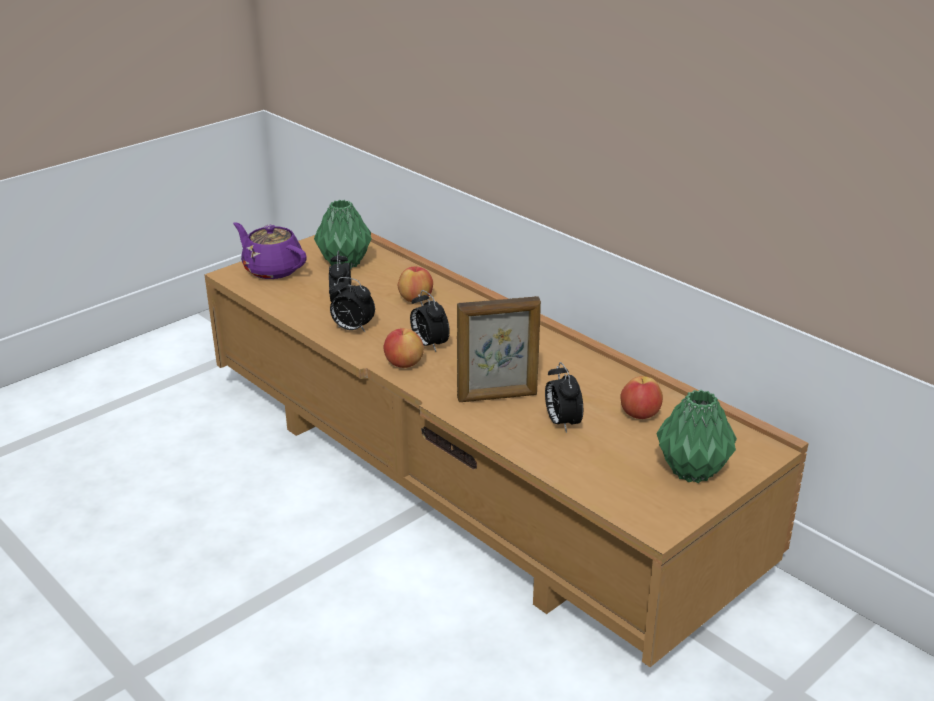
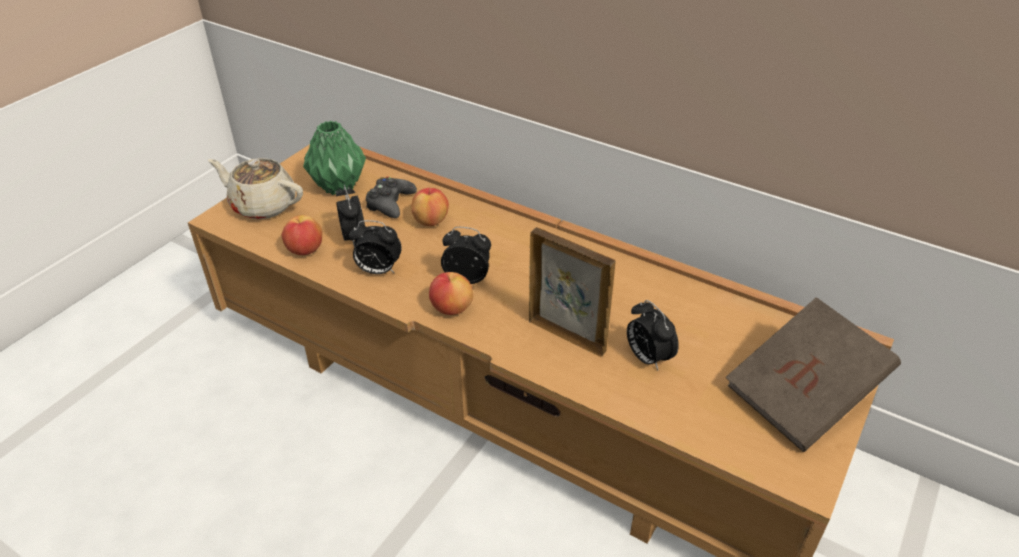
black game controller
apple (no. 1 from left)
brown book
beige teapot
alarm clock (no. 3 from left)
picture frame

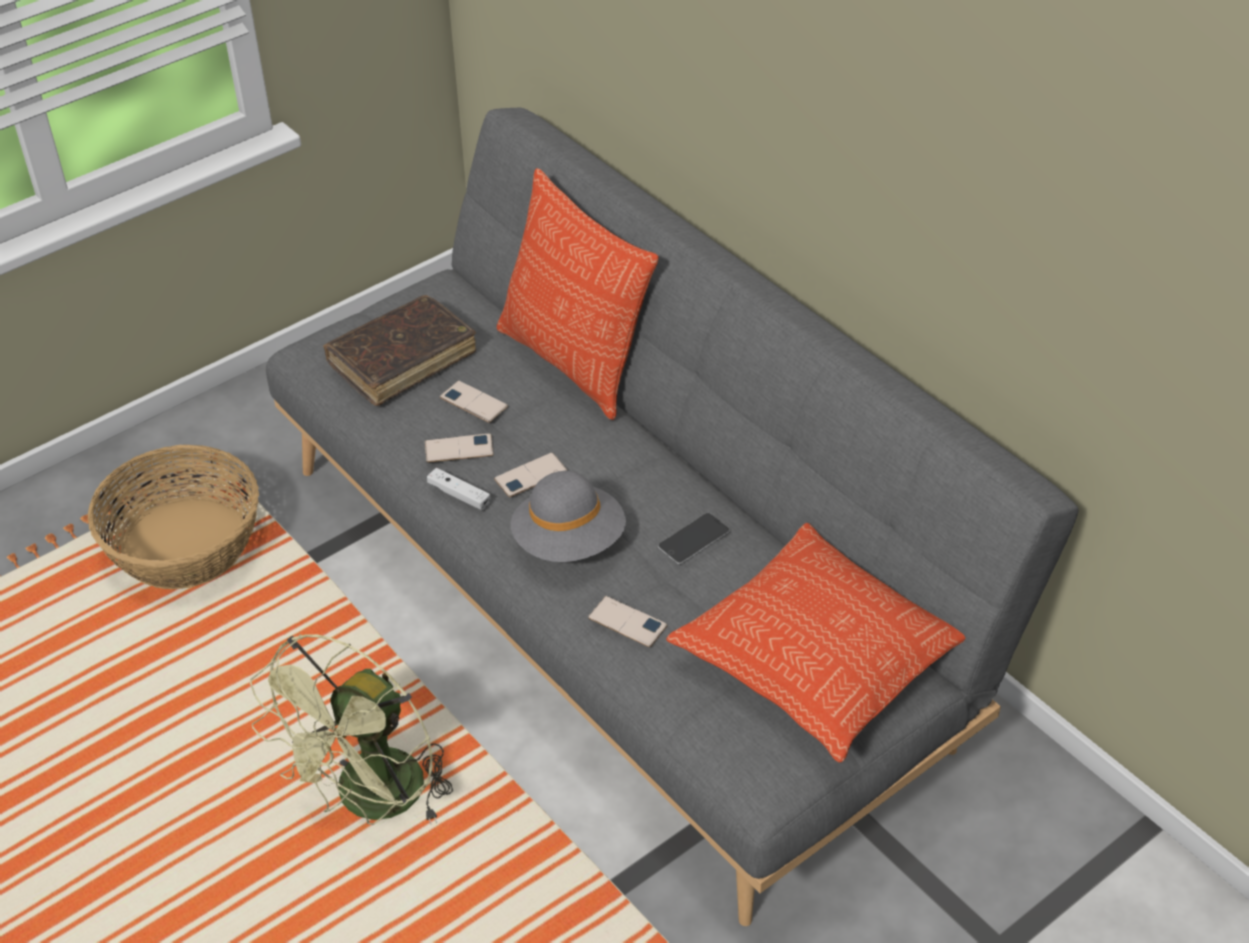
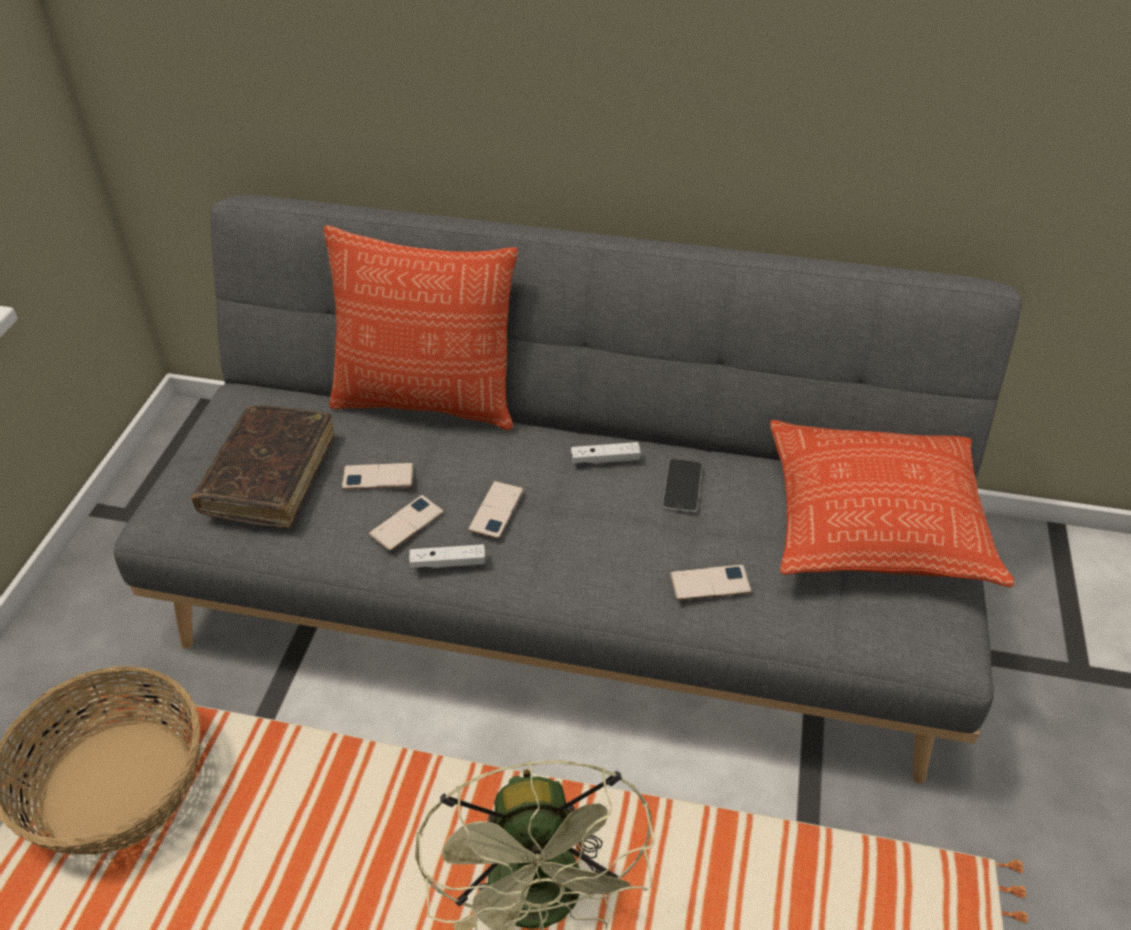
grey hat
white game controller (no. 2 from left)

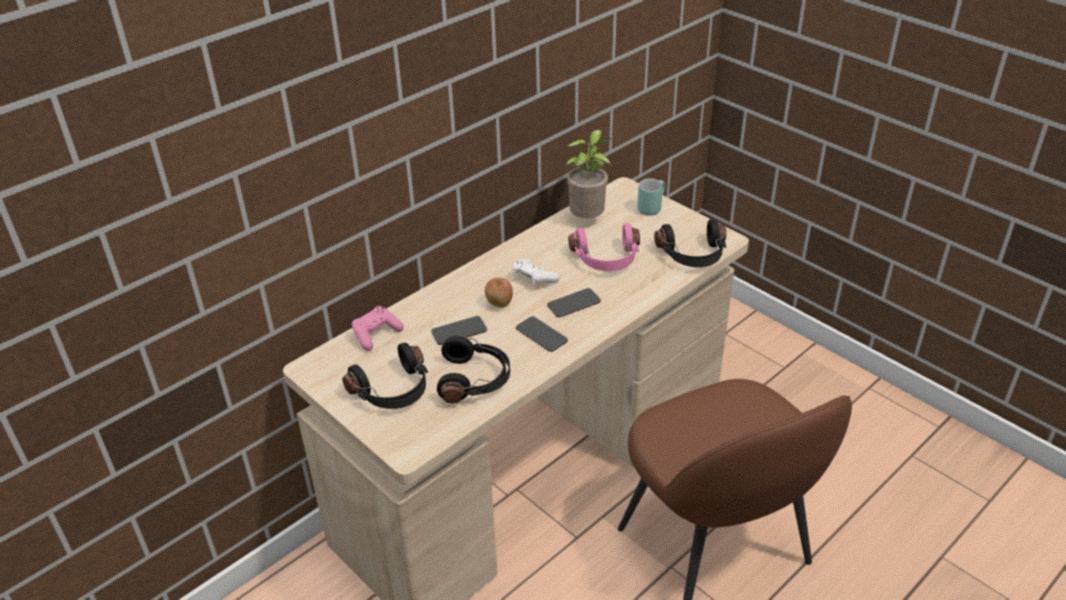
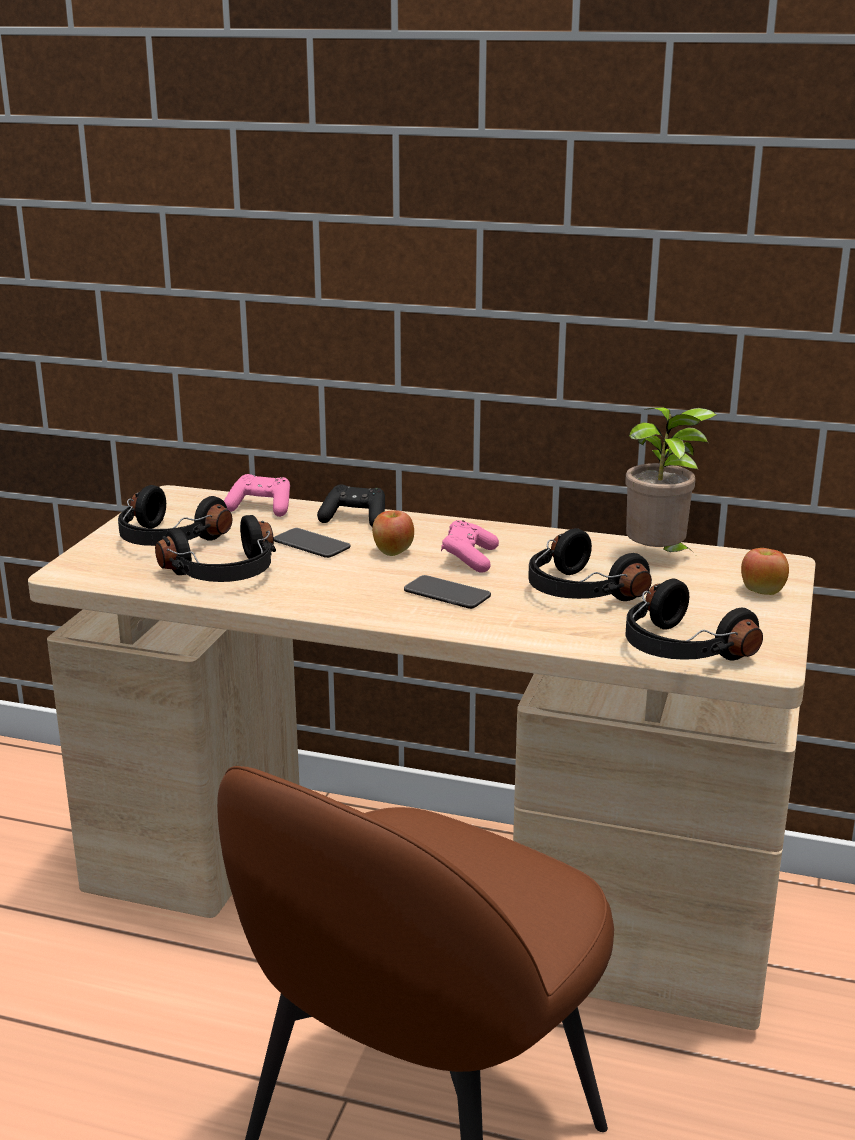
phone (no. 2 from left in the first image)
black game controller
apple (no. 2 from left)
pink game controller (no. 2 from left)
black headphones (no. 3 from left)

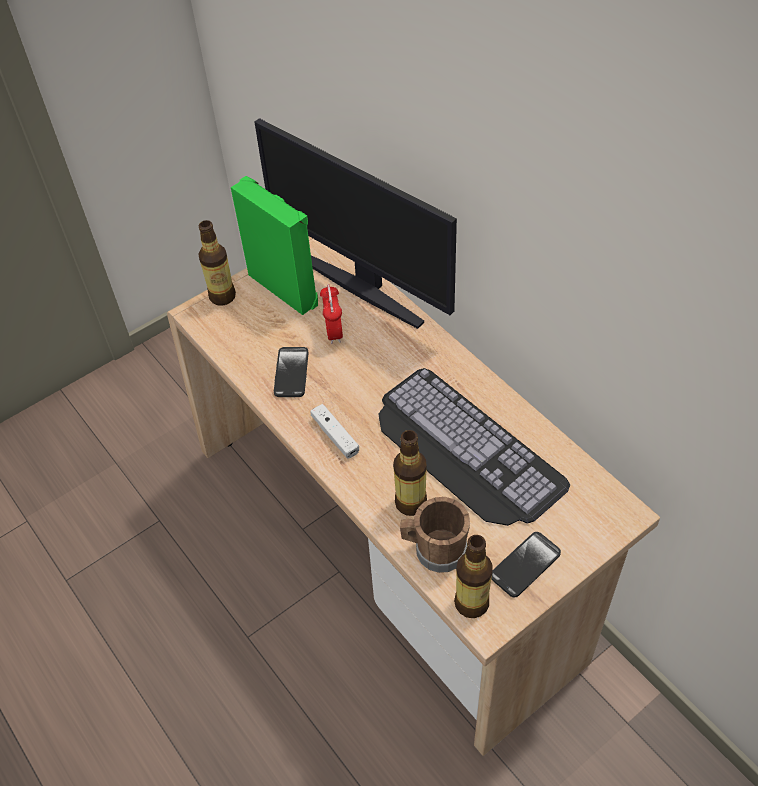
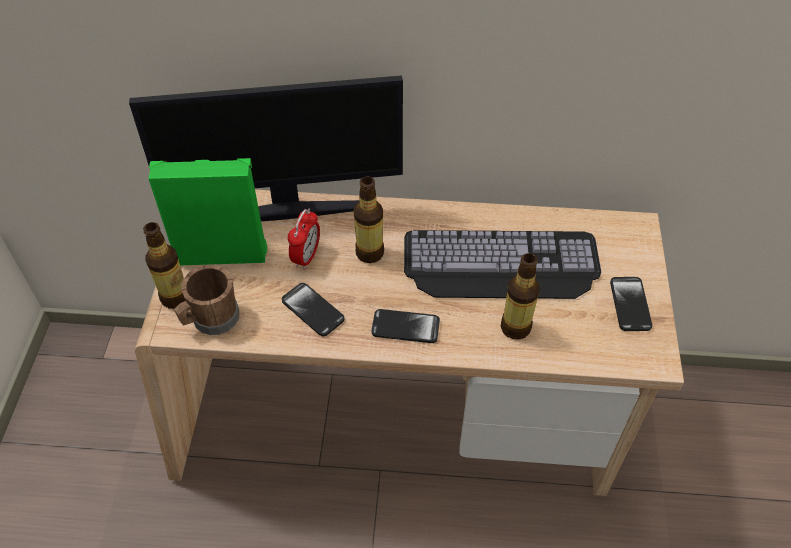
brown mug
bottle (no. 2 from left)
phone (no. 2 from left)
alarm clock

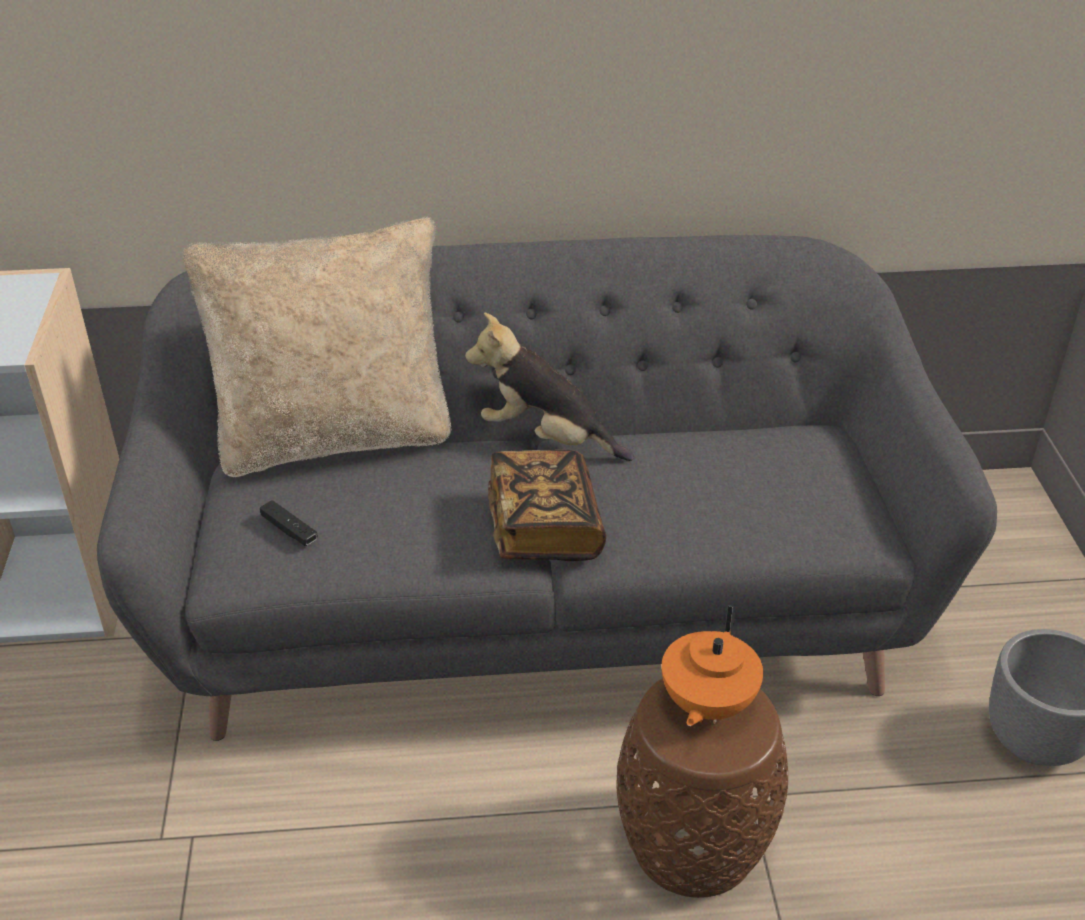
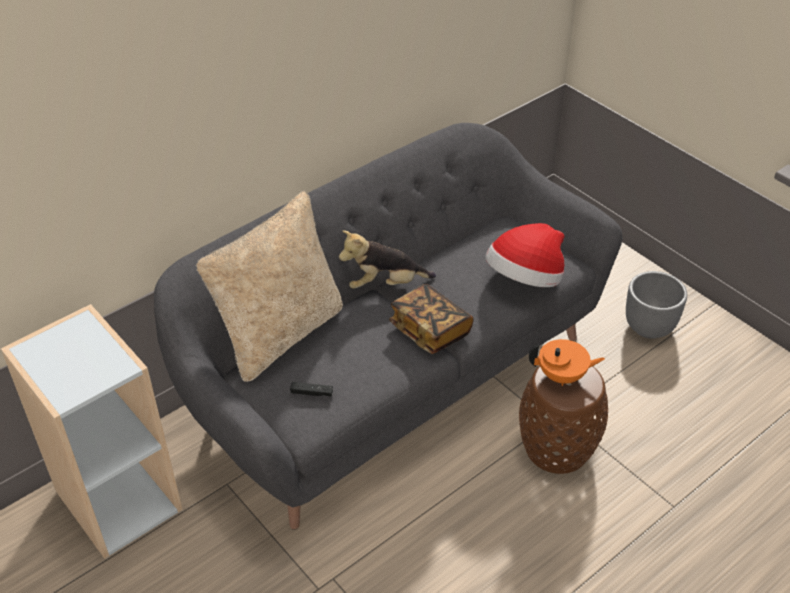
hat
orange teapot

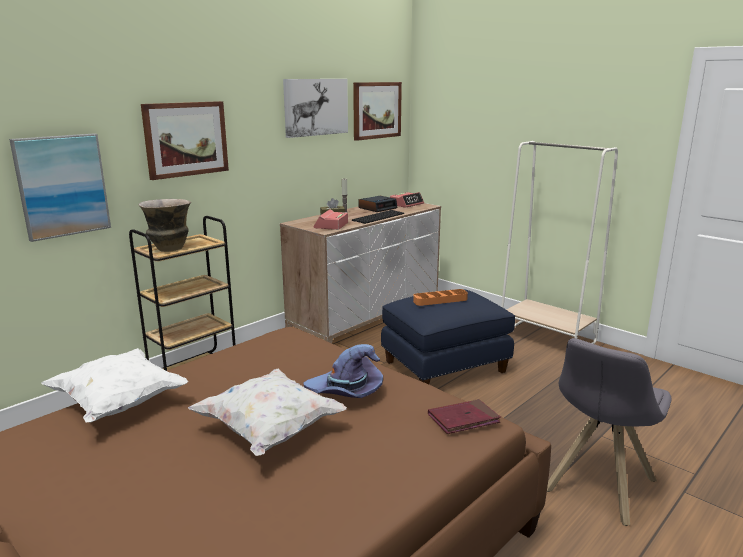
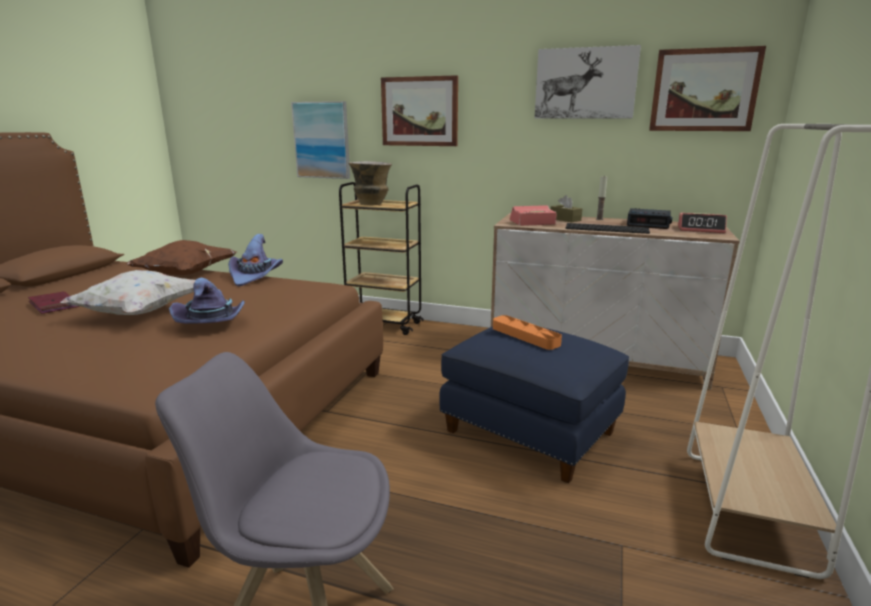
purple hat (no. 2 from left)
red book
brown pillow

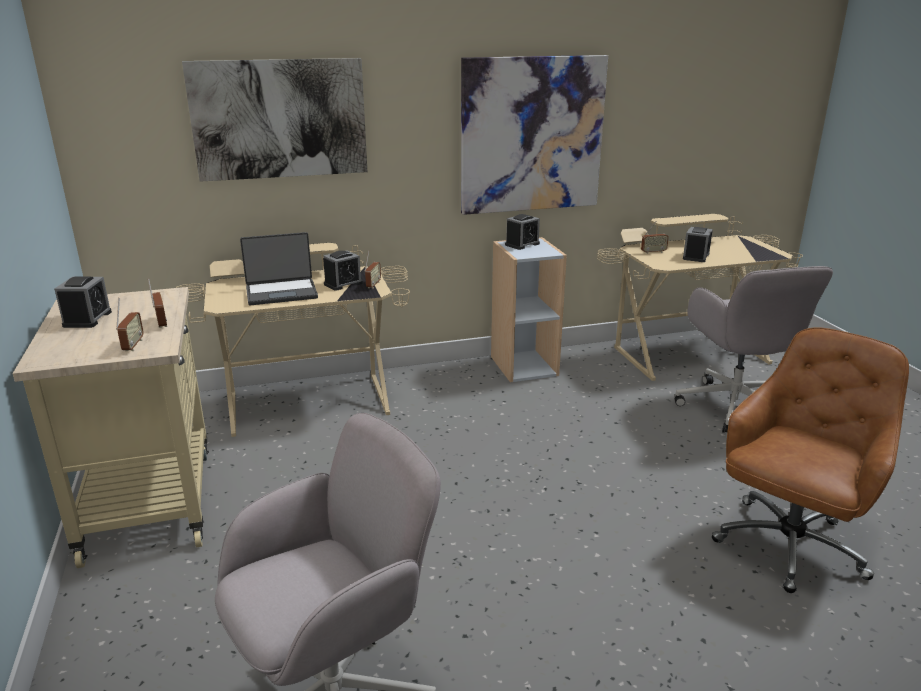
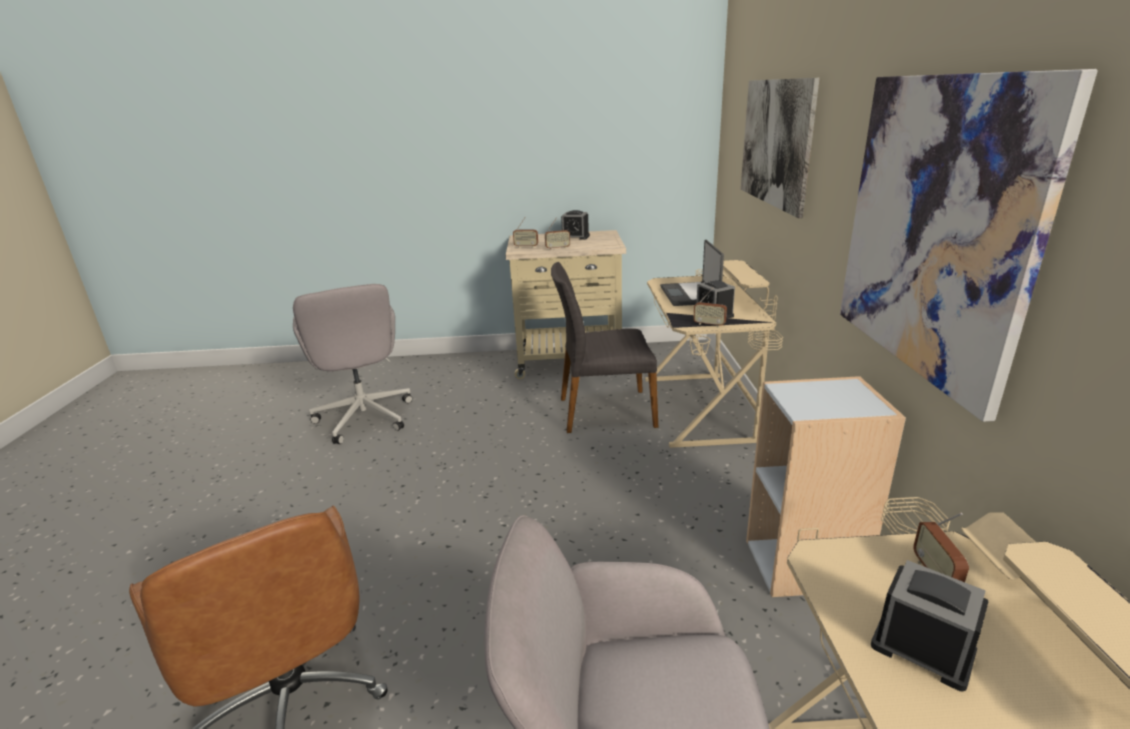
alarm clock (no. 3 from left in the first image)
grey chair

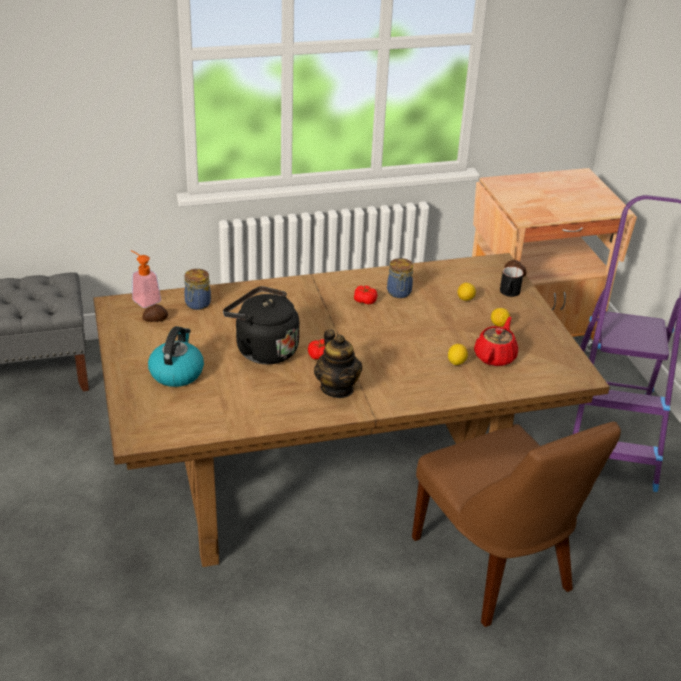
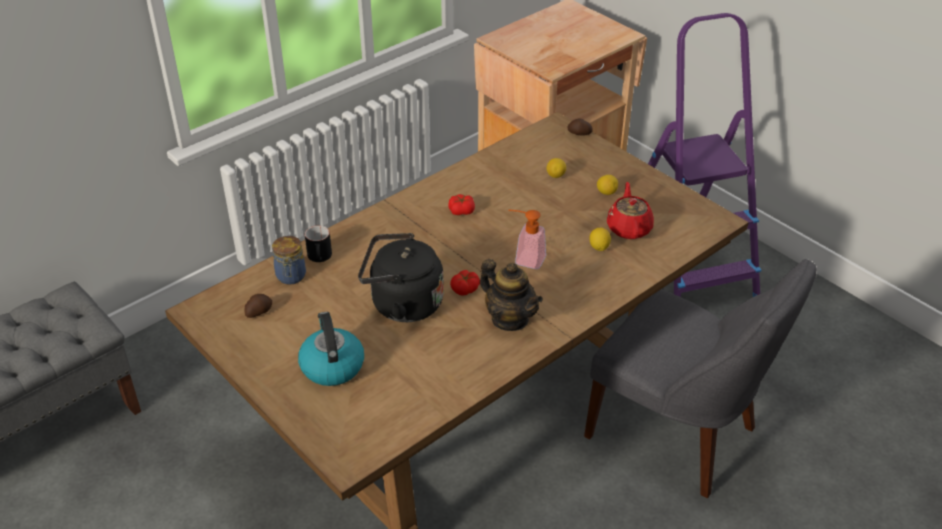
jar (no. 2 from left in the first image)
soap dispenser
black mug
grey chair

